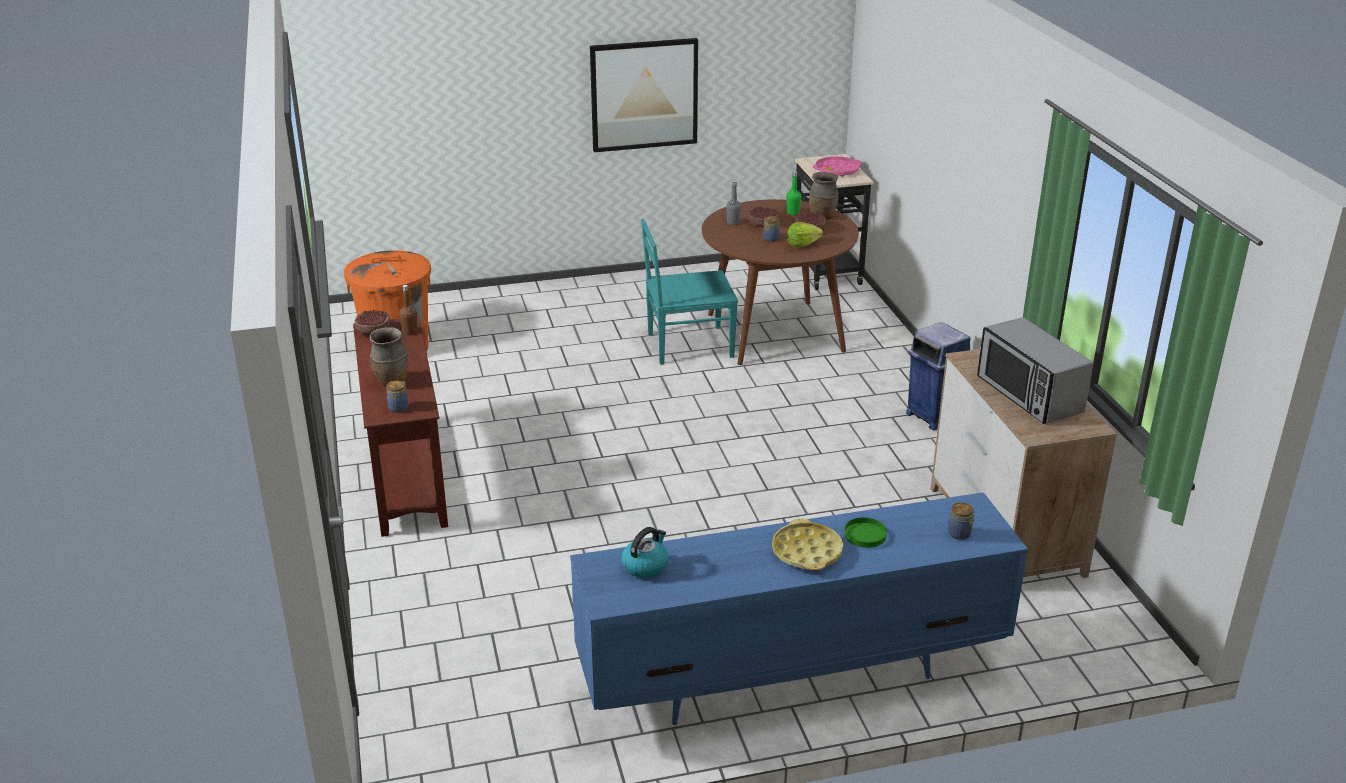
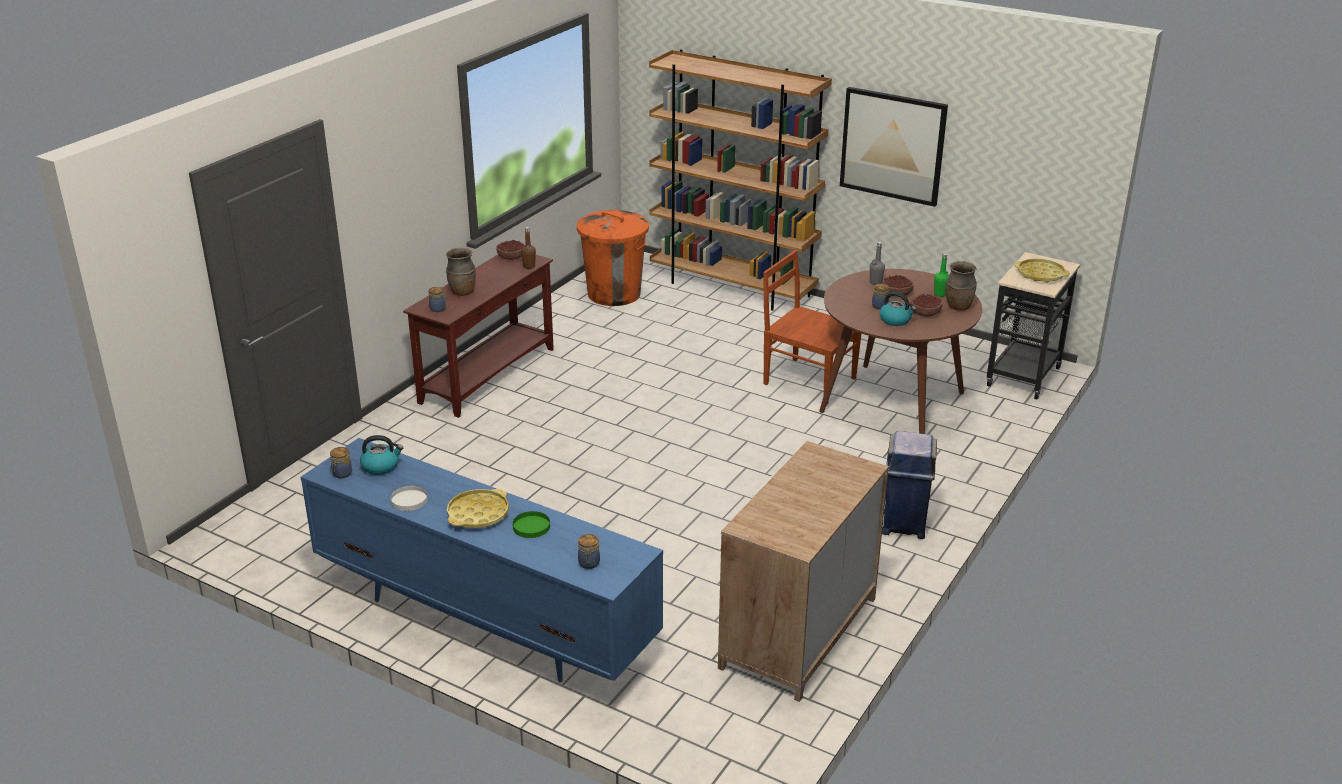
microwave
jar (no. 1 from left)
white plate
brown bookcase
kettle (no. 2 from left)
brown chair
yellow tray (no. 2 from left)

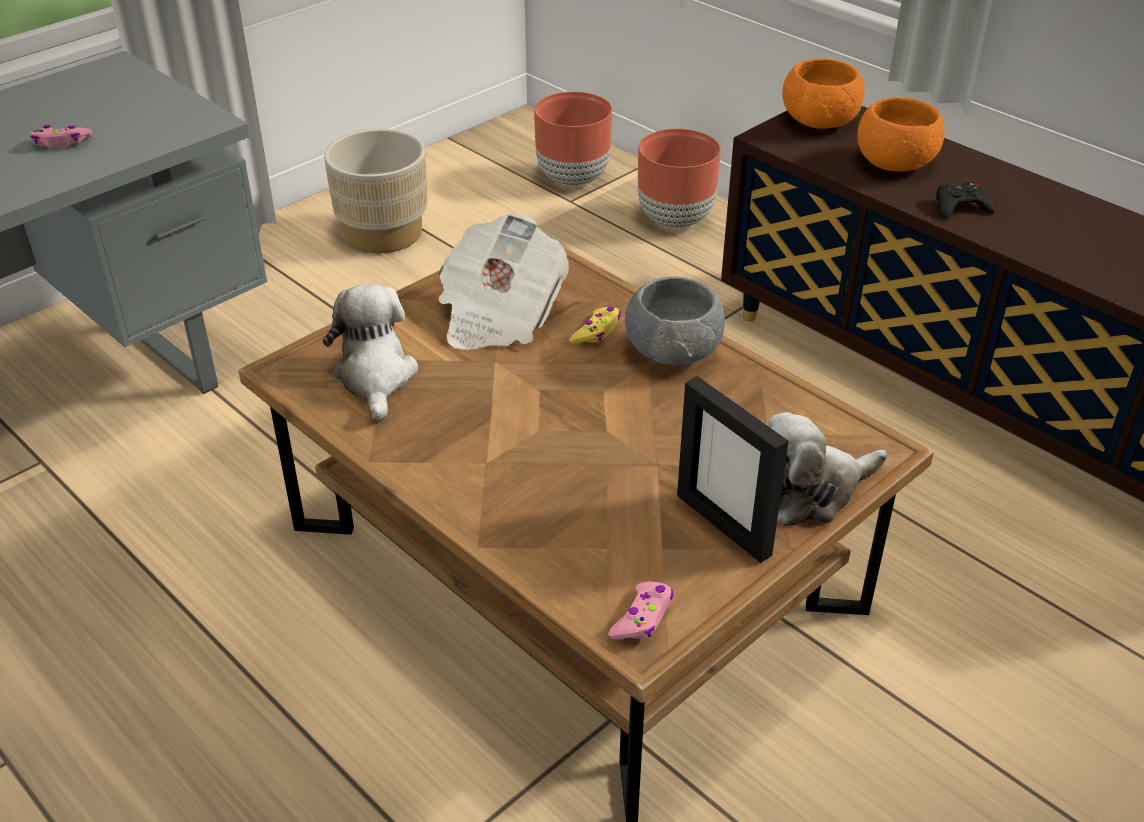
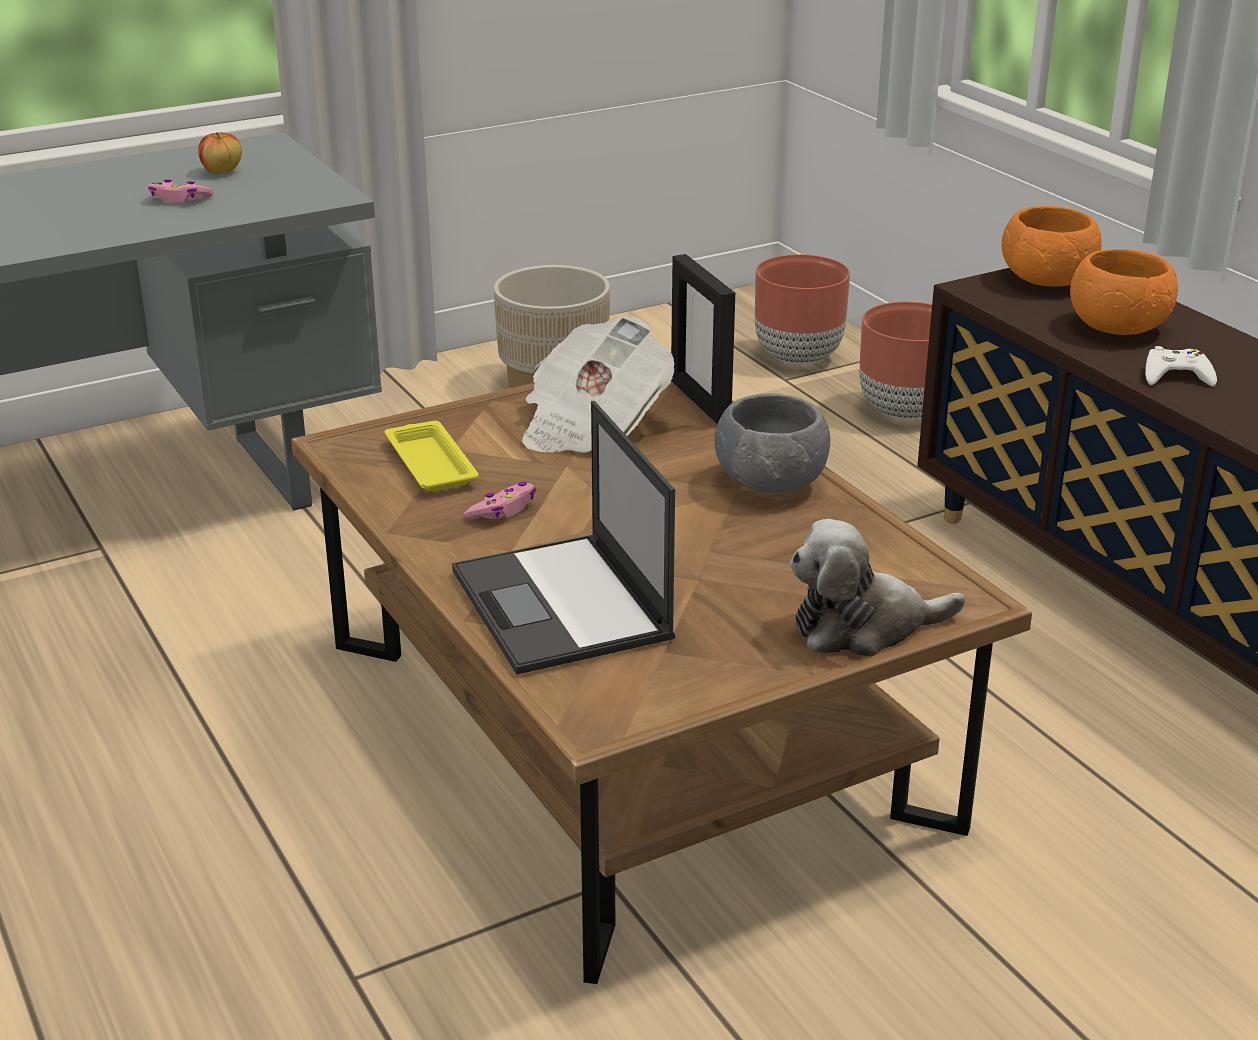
yellow game controller
apple
laptop
pink game controller (no. 2 from left)
picture frame
yellow tray
white game controller

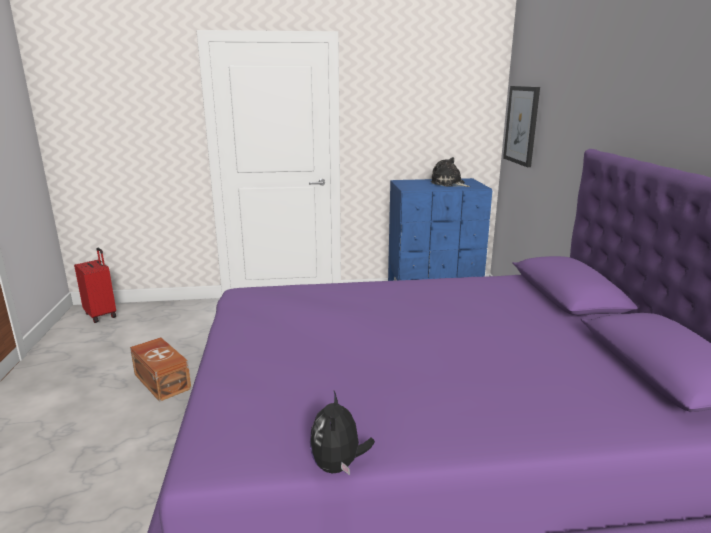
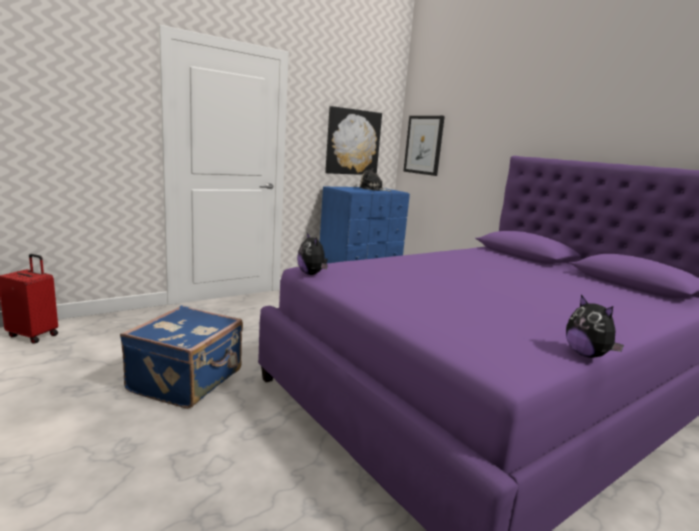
plush toy (no. 1 from left)
picture (no. 1 from left)
blue suitcase

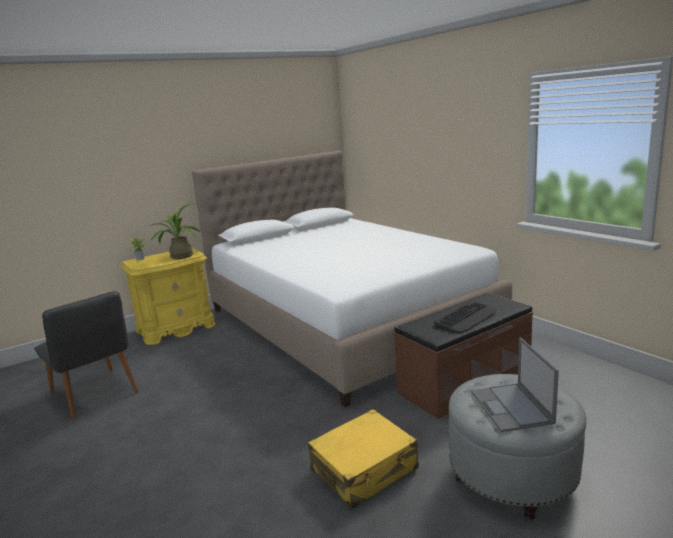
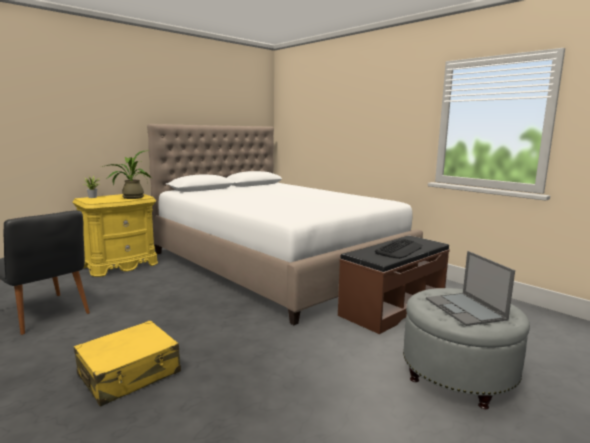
yellow suitcase

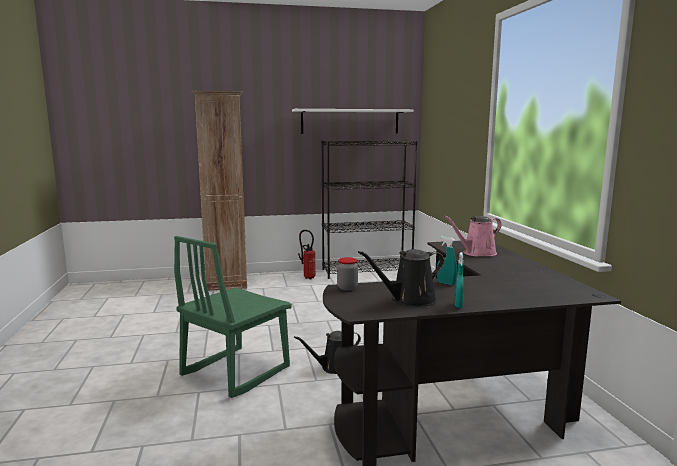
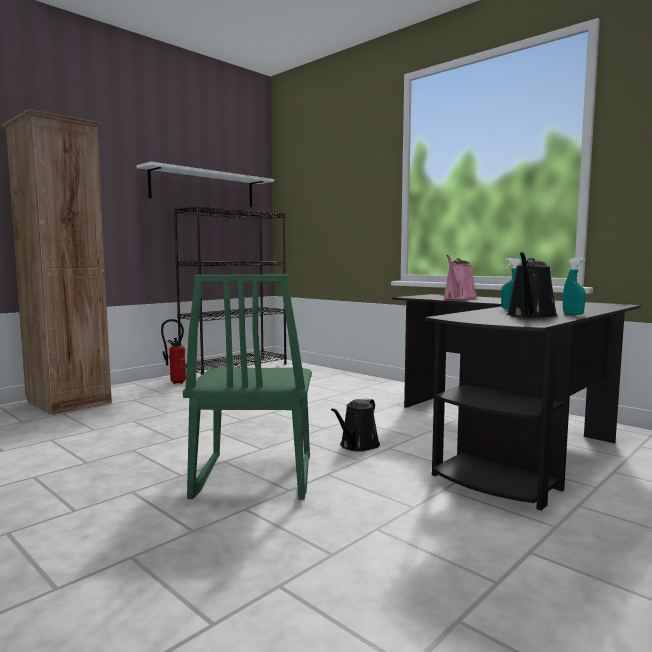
jar

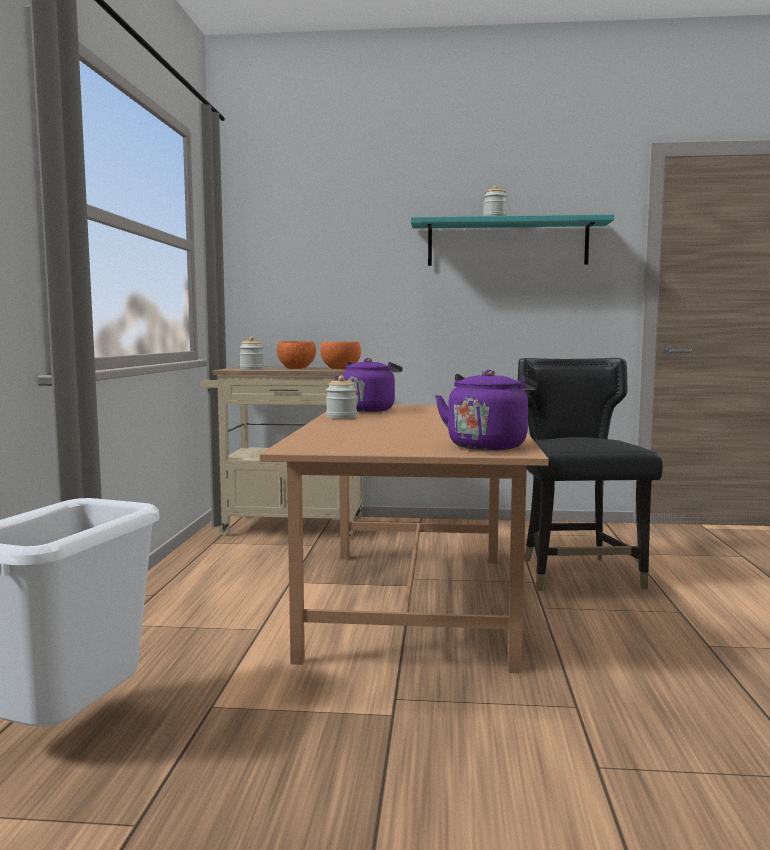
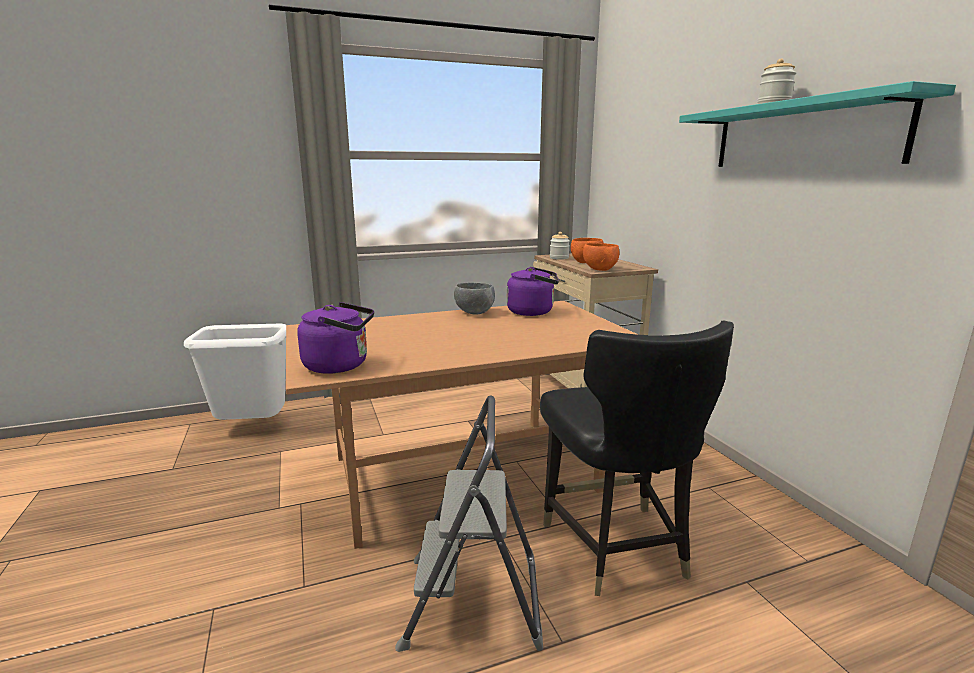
grey step ladder
grey bowl
black chair

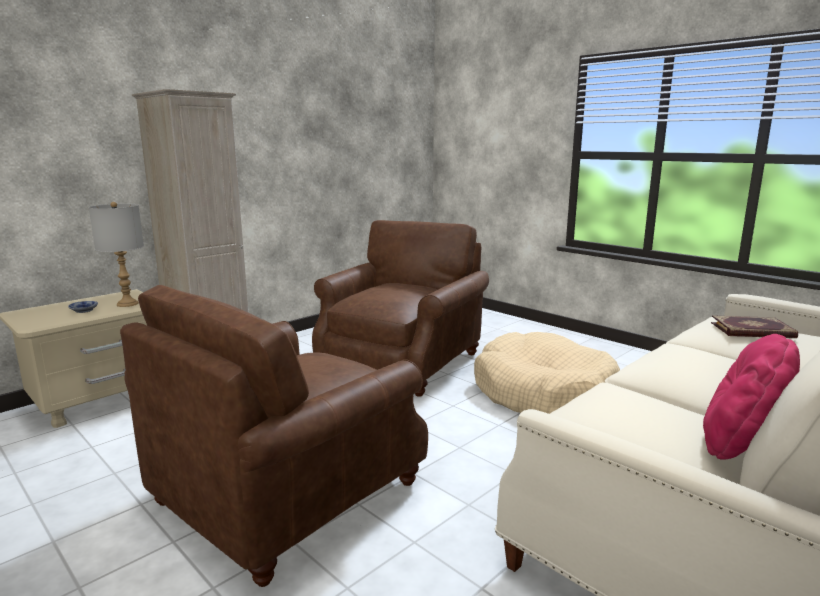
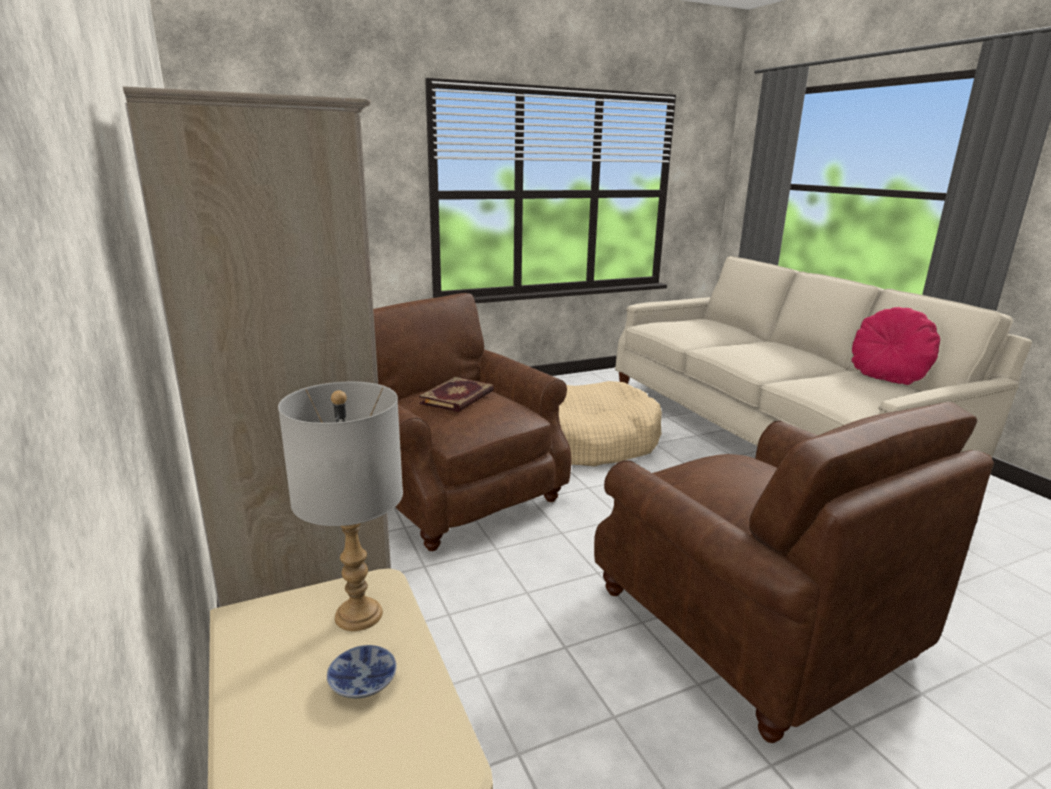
book

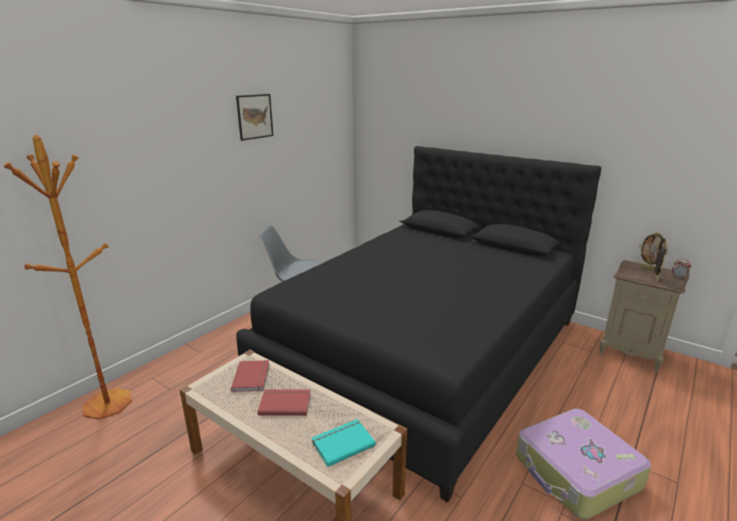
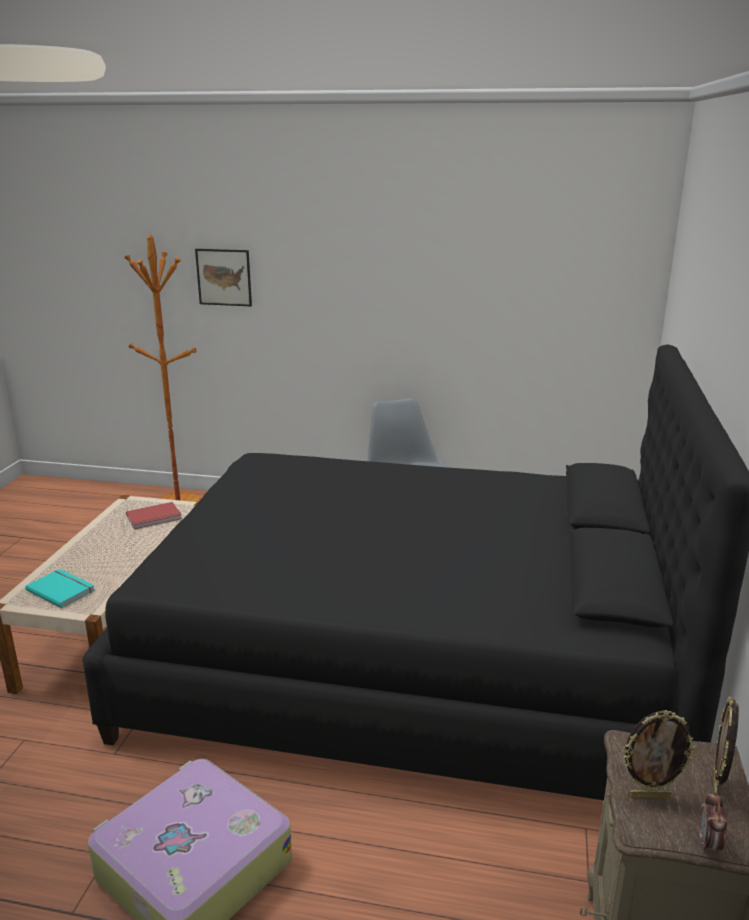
red book (no. 2 from left in the first image)
picture

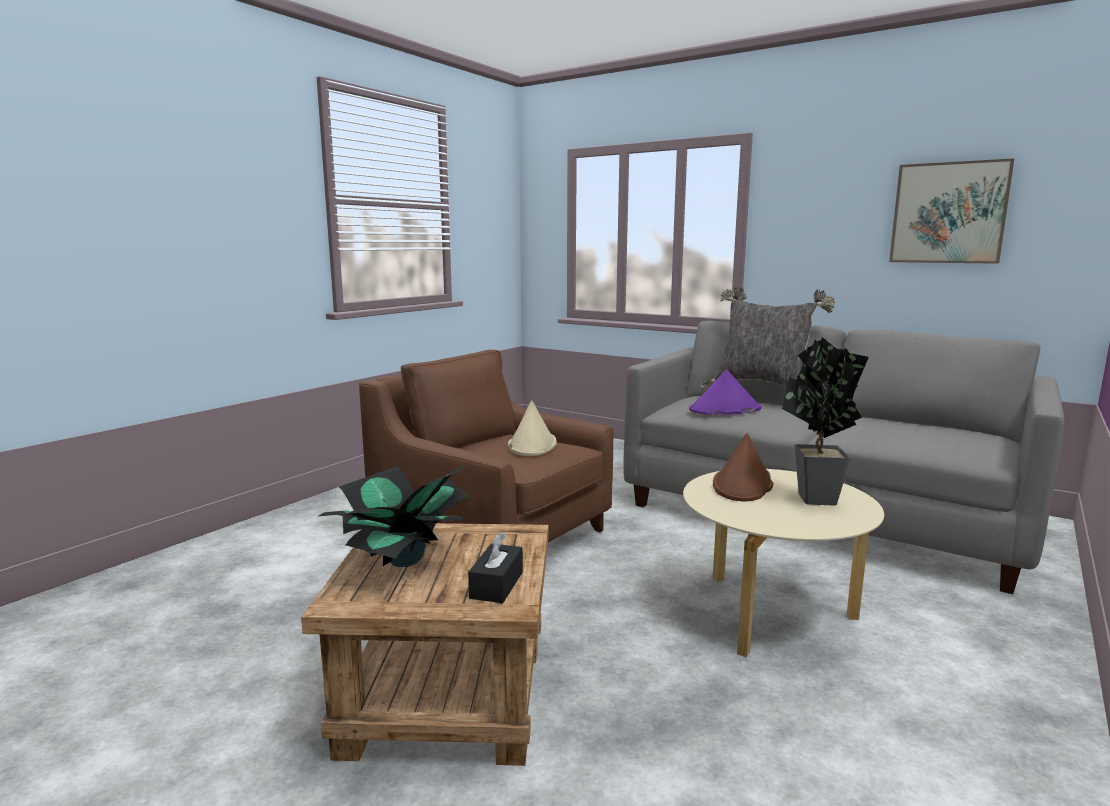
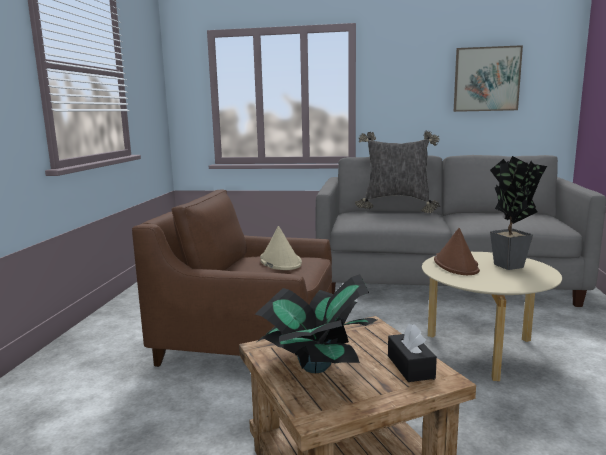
purple hat

